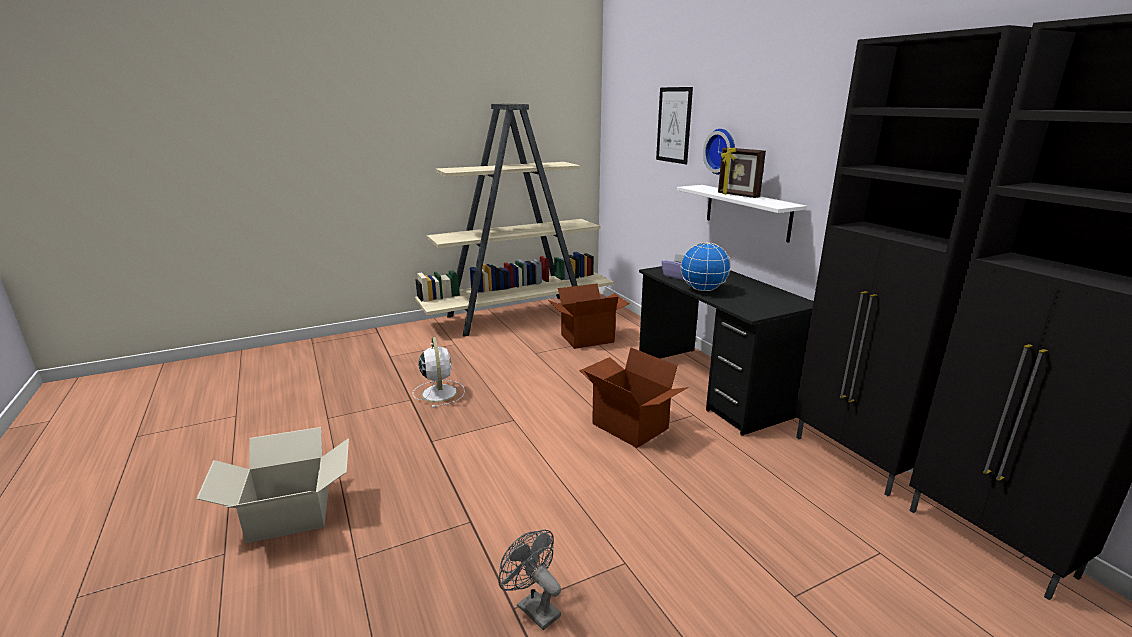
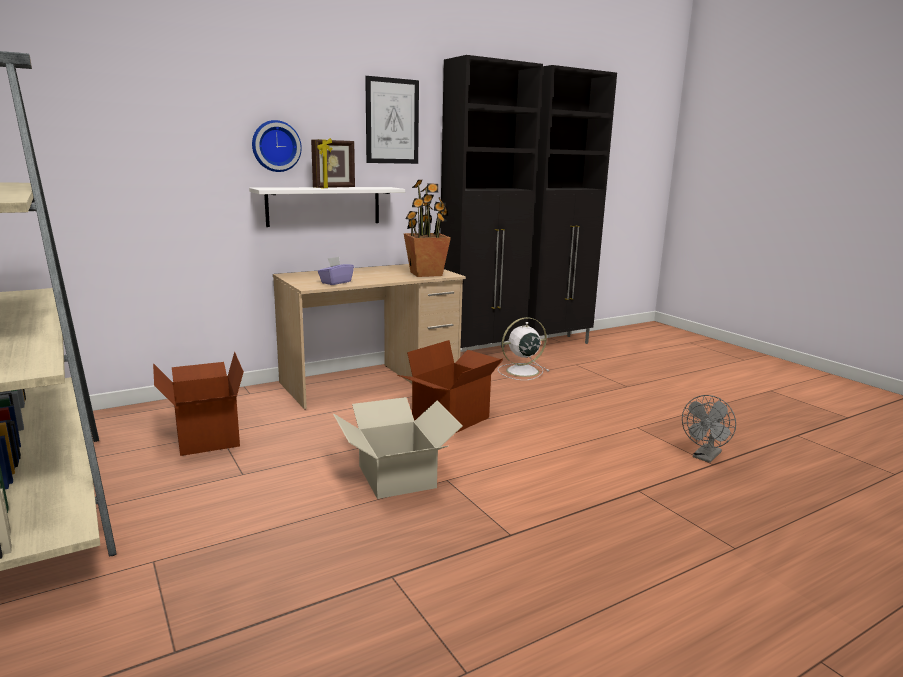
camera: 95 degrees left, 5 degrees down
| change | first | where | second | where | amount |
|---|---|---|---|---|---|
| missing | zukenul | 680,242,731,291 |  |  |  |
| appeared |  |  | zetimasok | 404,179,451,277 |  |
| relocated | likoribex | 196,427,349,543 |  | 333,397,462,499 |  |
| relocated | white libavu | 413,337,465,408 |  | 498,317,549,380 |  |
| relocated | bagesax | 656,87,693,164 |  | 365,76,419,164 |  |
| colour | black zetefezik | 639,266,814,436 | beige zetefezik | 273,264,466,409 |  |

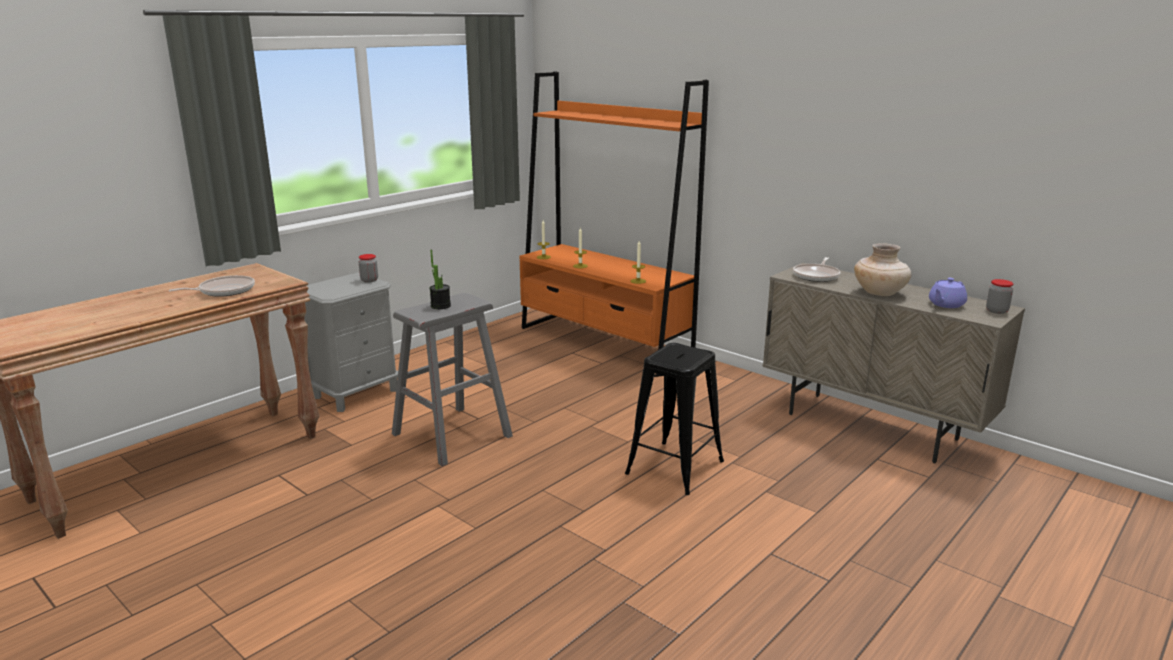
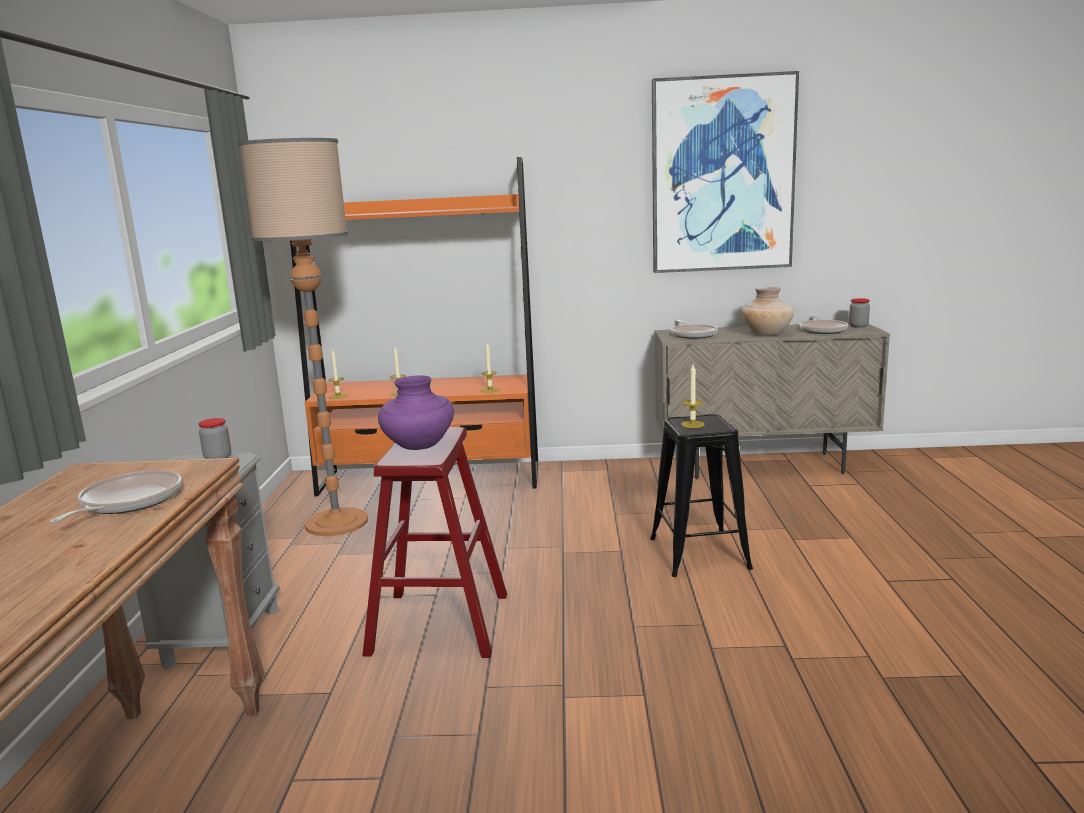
camera: 40 degrees left, 5 degrees down
| change | first | where | second | where | amount |
|---|---|---|---|---|---|
| appeared |  |  | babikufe | 238,138,368,536 |  |
| appeared |  |  | bagesax | 652,71,799,273 |  |
| appeared |  |  | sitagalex | 681,365,705,428 |  |
| exchanged | zetimasok | 429,250,451,309 | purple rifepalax | 378,375,454,450 |  |
| exchanged | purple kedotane | 929,278,967,308 | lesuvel | 799,314,848,334 |  |
| colour | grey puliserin | 392,293,513,466 | red puliserin | 362,427,507,658 |  |

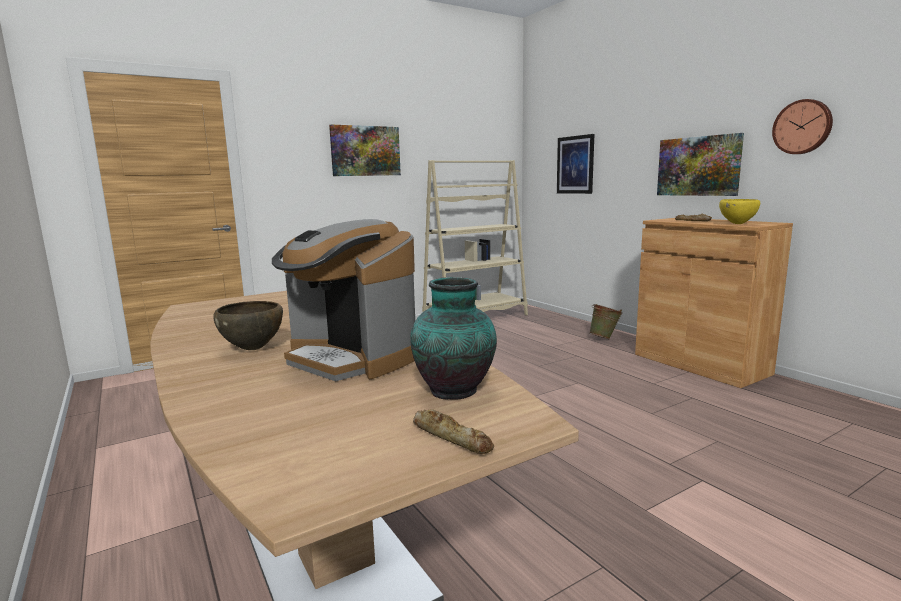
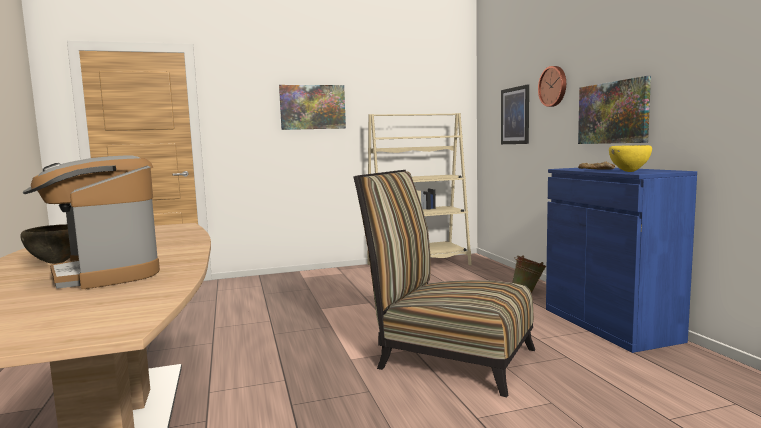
camera: 15 degrees right, 5 degrees down
| change | first | where | second | where | amount |
|---|---|---|---|---|---|
| missing | rifepalax | 411,277,497,400 |  |  |  |
| missing | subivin | 413,409,494,454 |  |  |  |
| appeared |  |  | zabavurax | 353,170,535,397 |  |
| relocated | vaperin | 772,99,833,154 |  | 538,66,566,107 |  |
| colour | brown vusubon | 635,218,793,388 | blue vusubon | 546,168,697,353 |  |

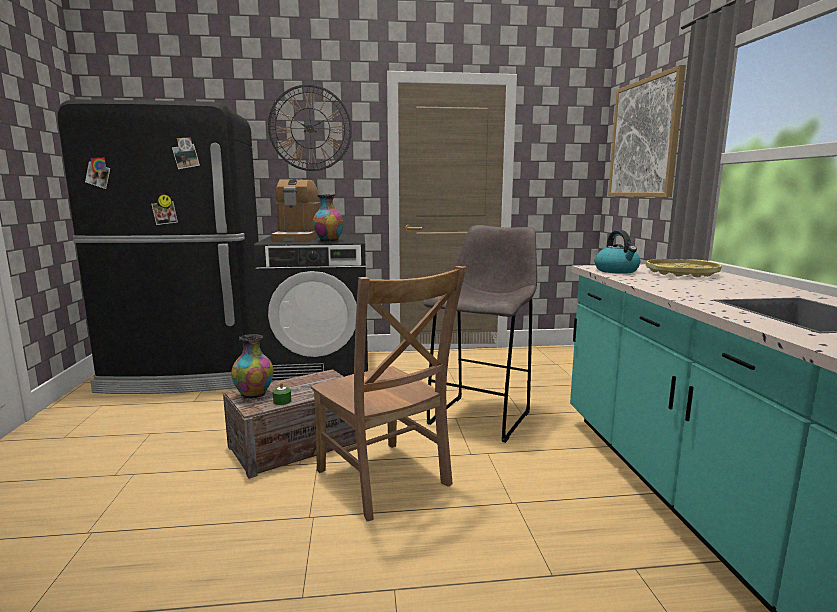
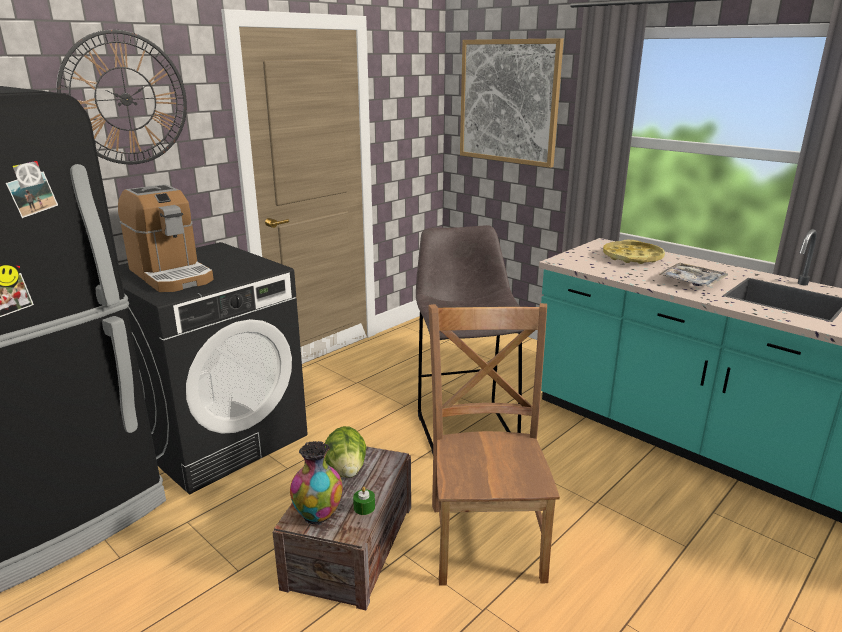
camera: 40 degrees left, 10 degrees up
| change | first | where | second | where | amount |
|---|---|---|---|---|---|
| missing | rifepalax | 313,194,344,242 |  |  |  |
| missing | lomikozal | 594,230,640,274 |  |  |  |
| appeared |  |  | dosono | 325,426,366,478 |  |
| appeared |  |  | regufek | 659,262,728,287 |  |
| spun | brown zabavurax | 311,266,467,521 |  | 428,303,560,586 | 105 degrees counterclockwise |

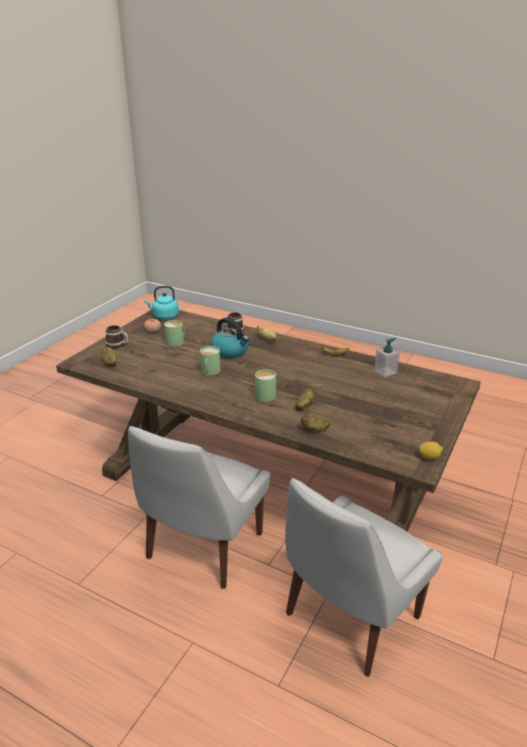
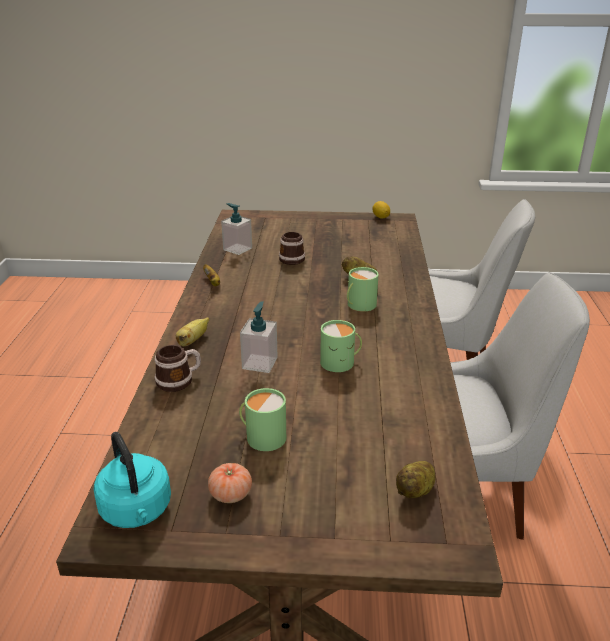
camera: 115 degrees left, 0 degrees up
| change | first | where | second | where | amount |
|---|---|---|---|---|---|
| missing | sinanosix | 301,413,330,432 |  |  |  |
| relocated | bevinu | 105,325,129,348 |  | 279,232,305,265 |  |
| exchanged | lomikozal | 211,317,249,358 | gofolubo | 240,301,278,373 |  |

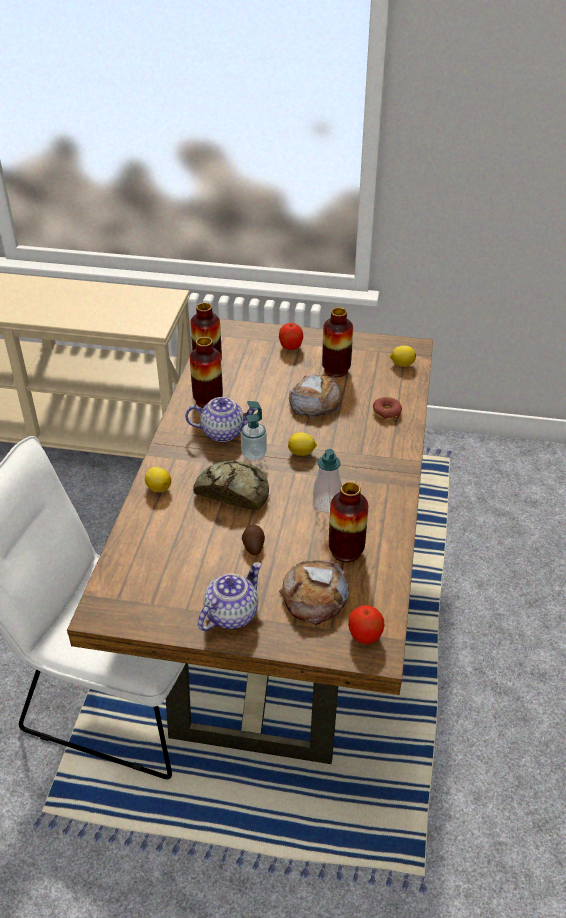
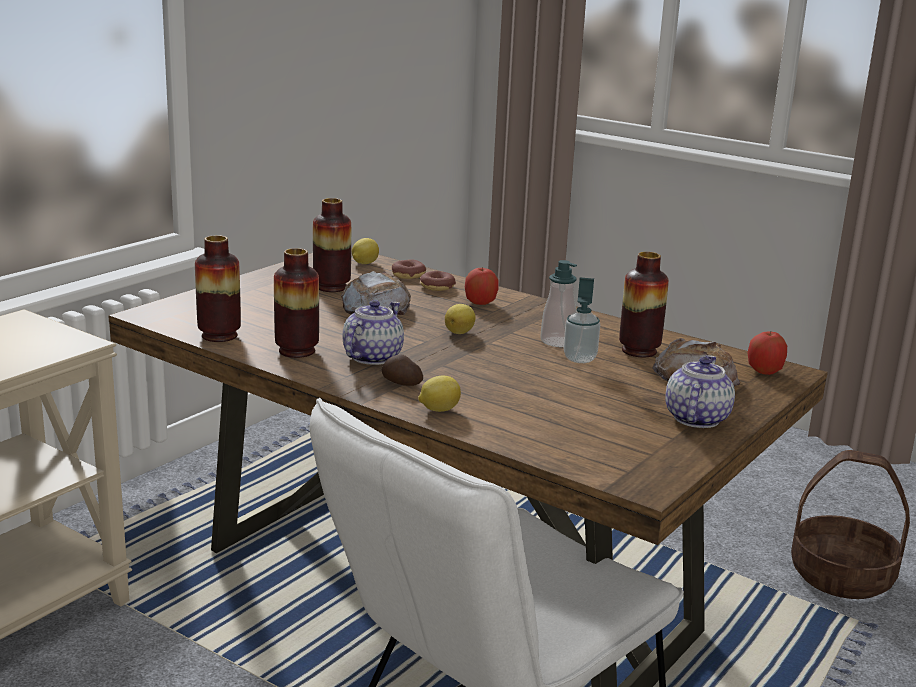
camera: 65 degrees left, 20 degrees down
| change | first | where | second | where | amount |
|---|---|---|---|---|---|
| missing | subivin | 193,460,269,511 |  |  |  |
| appeared |  |  | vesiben | 392,259,426,279 |  |
| appeared |  |  | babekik | 791,450,910,599 |  |
| relocated | gofolubo | 241,401,267,460 |  | 564,277,600,363 |  |
| relocated | sinanosix | 242,525,265,555 |  | 382,355,423,386 |  |
| relocated | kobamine | 279,323,303,350 |  | 465,268,499,305 |  |
| spun | kedotane | 198,562,262,631 |  | 666,355,735,428 | 45 degrees clockwise |

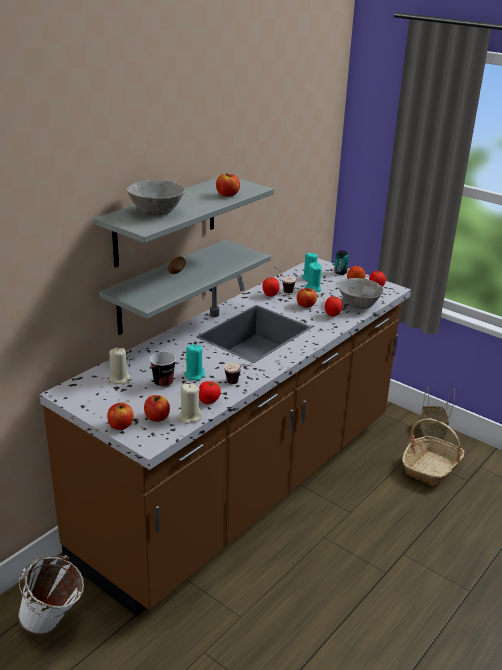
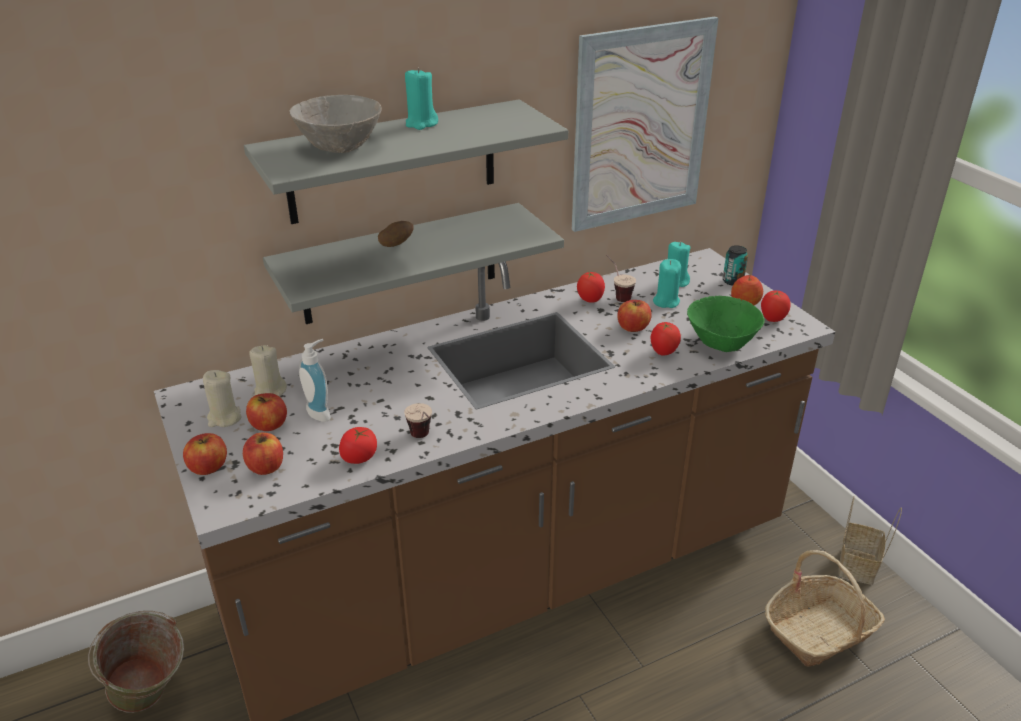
camera: 25 degrees right, 5 degrees up
| change | first | where | second | where | amount |
|---|---|---|---|---|---|
| appeared |  |  | bagesax | 572,17,719,232 |  |
| relocated | beige sitagalex | 178,384,202,424 |  | 203,370,241,427 |  |
| relocated | turquoise sitagalex | 184,344,205,381 |  | 405,68,438,130 |  |
| relocated | kobamine | 216,173,240,197 |  | 246,393,287,431 |  |
| exchanged | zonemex | 150,352,176,388 | gofolubo | 299,339,331,422 |  |
| colour | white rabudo | 18,555,84,635 | green rabudo | 88,611,184,713 |  |
| colour | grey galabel | 338,278,383,309 | green galabel | 687,296,765,352 |  |

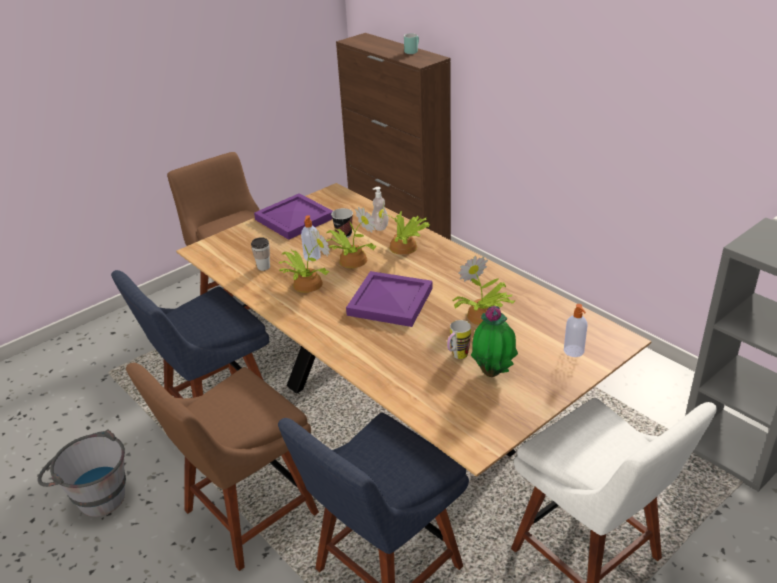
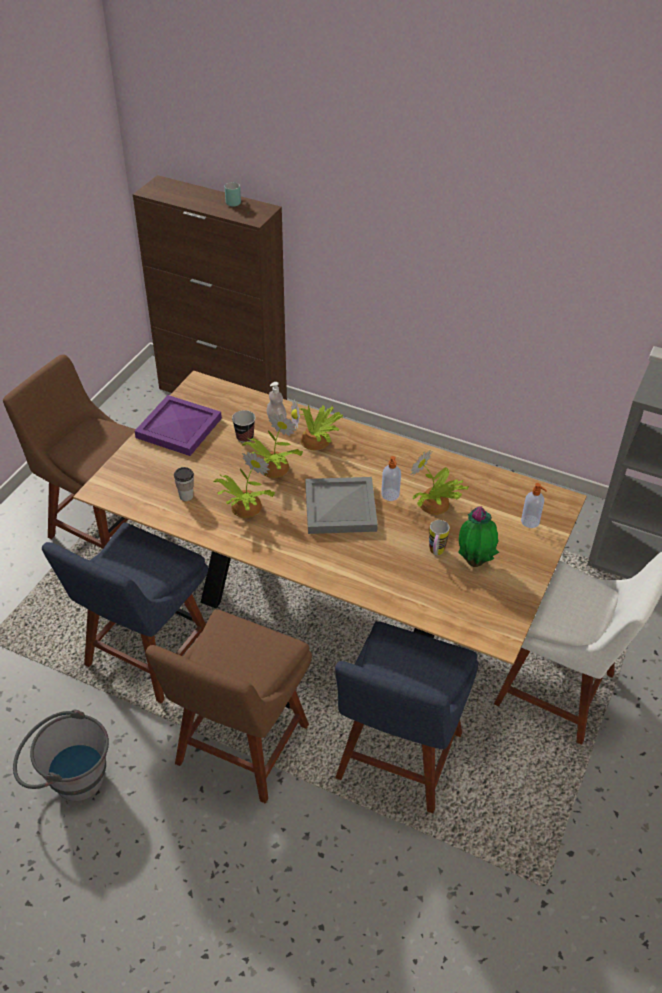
camera: 25 degrees left, 10 degrees up
| change | first | where | second | where | amount |
|---|---|---|---|---|---|
| relocated | gofolubo | 301,215,321,261 |  | 381,456,401,501 |  |
| colour | purple regufek | 346,271,432,327 | grey regufek | 305,477,378,534 |  |

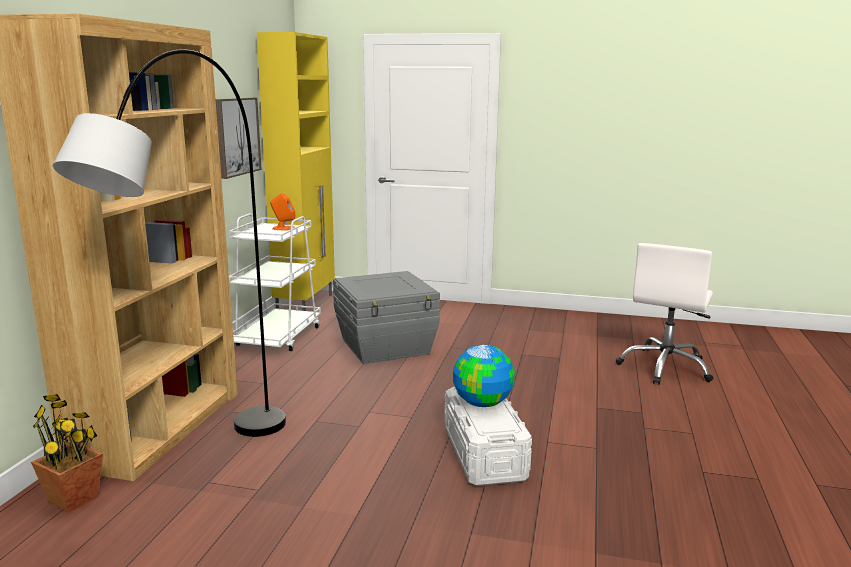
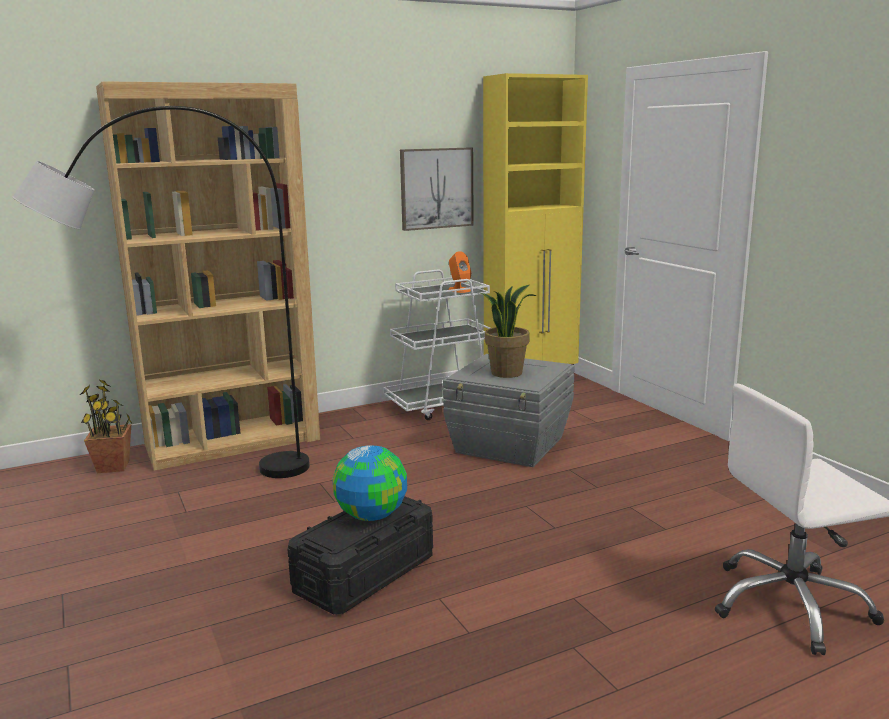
camera: 50 degrees right, 0 degrees up
| change | first | where | second | where | amount |
|---|---|---|---|---|---|
| appeared |  |  | zetimasok | 480,285,536,378 |  |
| colour | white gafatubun | 444,387,532,486 | black gafatubun | 288,496,433,614 |  |

